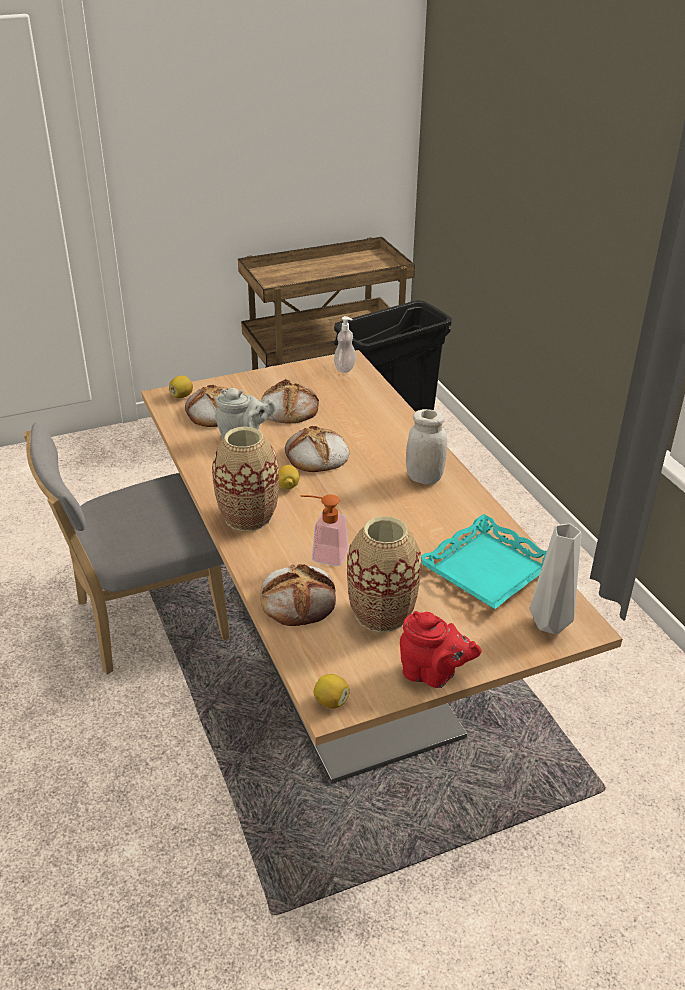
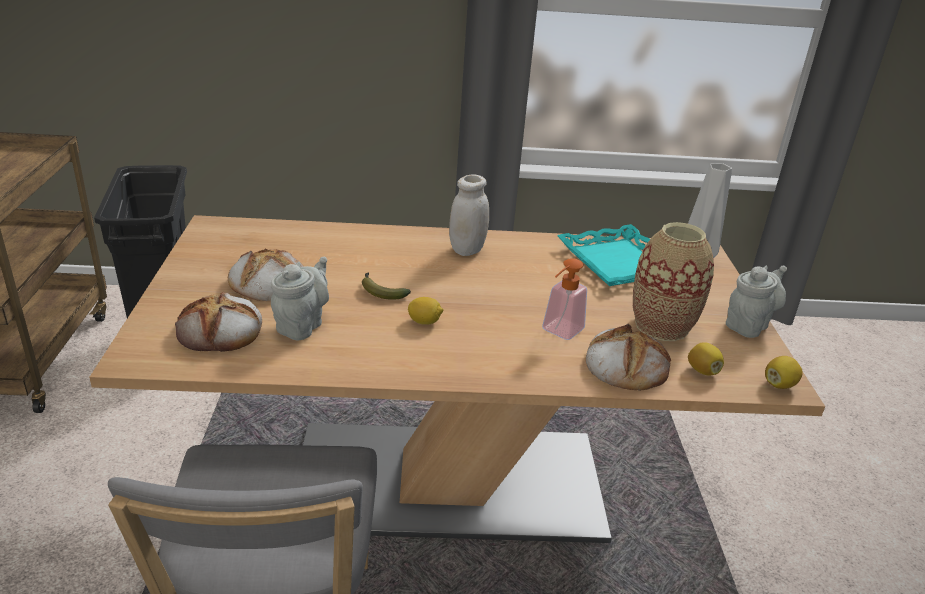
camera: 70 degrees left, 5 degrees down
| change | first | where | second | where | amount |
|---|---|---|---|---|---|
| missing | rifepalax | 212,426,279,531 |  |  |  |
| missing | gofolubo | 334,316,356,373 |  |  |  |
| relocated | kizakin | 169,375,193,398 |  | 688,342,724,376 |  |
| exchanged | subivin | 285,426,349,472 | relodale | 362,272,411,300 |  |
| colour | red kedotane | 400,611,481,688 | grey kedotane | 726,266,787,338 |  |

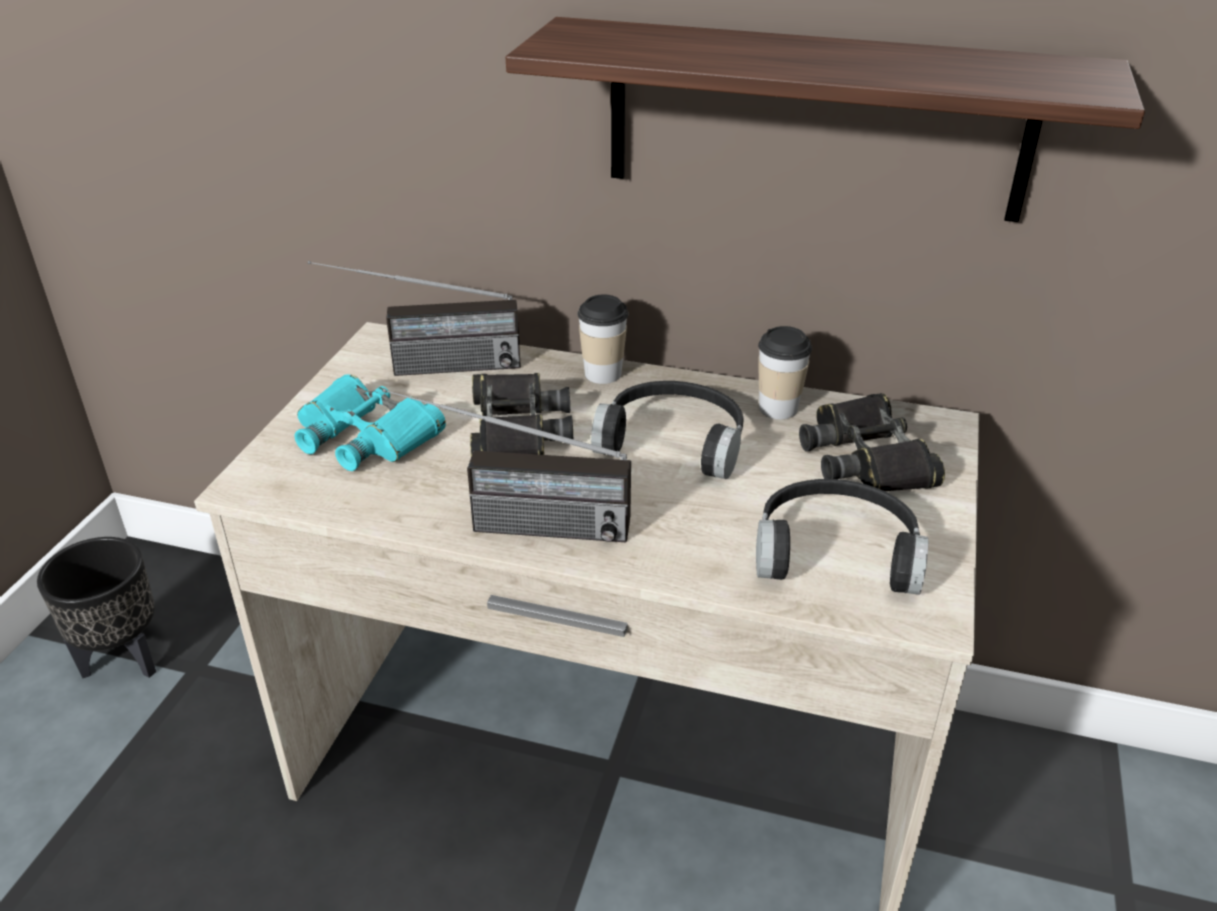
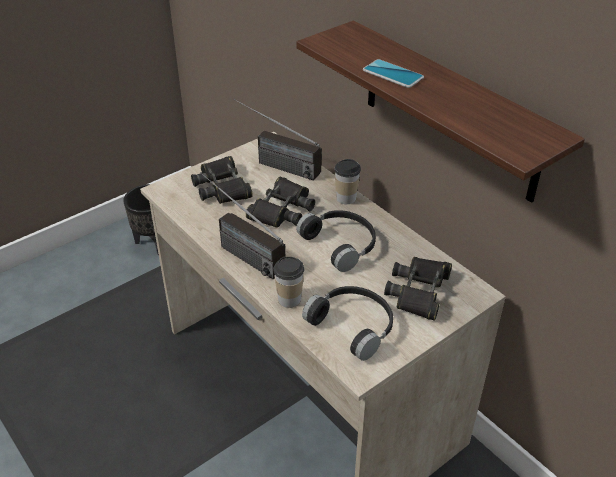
camera: 35 degrees right, 5 degrees up
| change | first | where | second | where | amount |
|---|---|---|---|---|---|
| appeared |  |  | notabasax | 363,59,424,88 |  |
| relocated | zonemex | 758,326,812,419 |  | 273,257,304,308 |  |
| colour | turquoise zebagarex | 294,374,446,471 | black zebagarex | 191,156,253,204 |  |

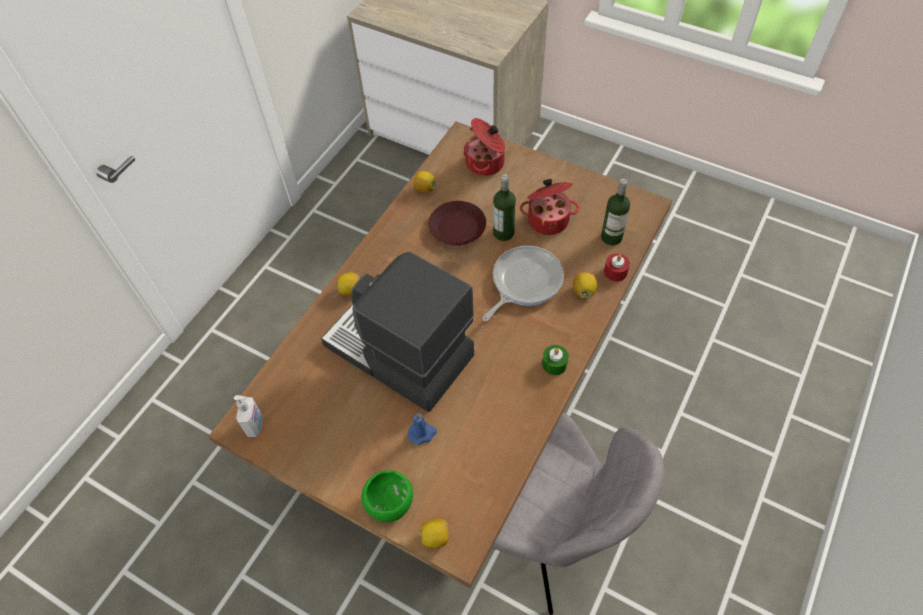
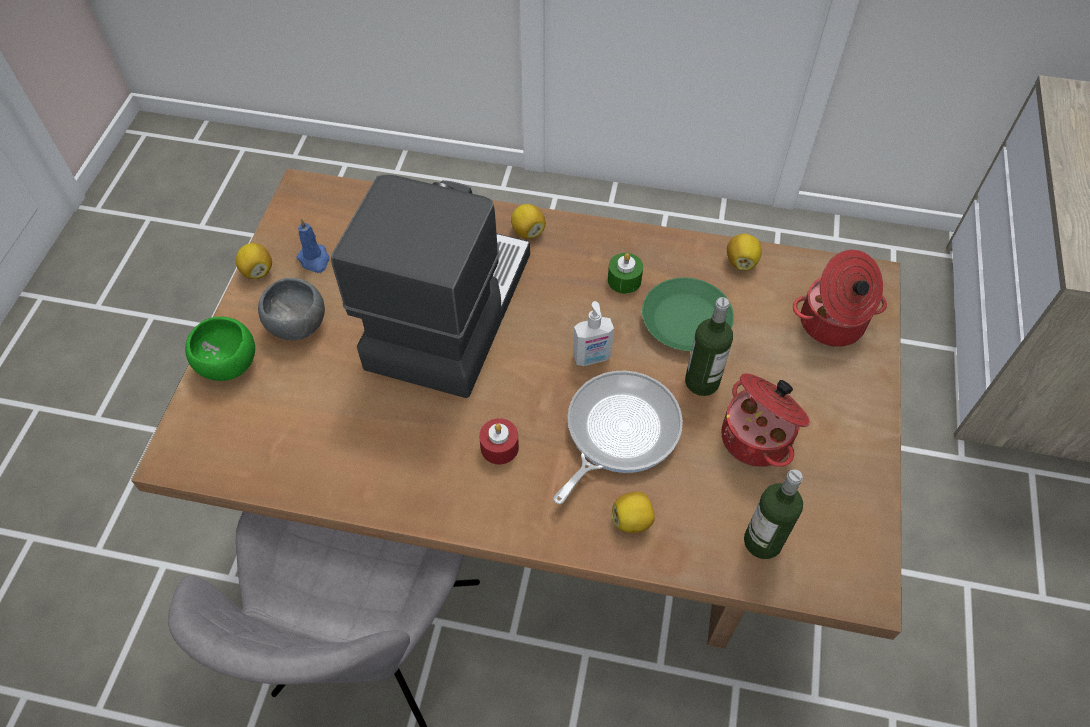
camera: 70 degrees right, 0 degrees up
| change | first | where | second | where | amount |
|---|---|---|---|---|---|
| appeared |  |  | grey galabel | 258,278,325,340 |  |
| relocated | gofolubo | 234,395,263,437 |  | 573,301,614,366 |  |
| relocated | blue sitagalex | 408,413,437,445 |  | 296,218,329,273 |  |
| relocated | kizakin | 420,518,448,548 |  | 236,243,272,279 |  |
| relocated | green sitagalex | 542,345,569,375 |  | 608,253,643,294 |  |
| relocated | red sitagalex | 604,253,630,281 |  | 479,418,519,465 |  |
| colour | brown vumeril | 429,201,486,246 | green vumeril | 642,277,734,351 |  |
| spun | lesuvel | 482,246,564,321 |  | 553,371,683,504 | 75 degrees counterclockwise |

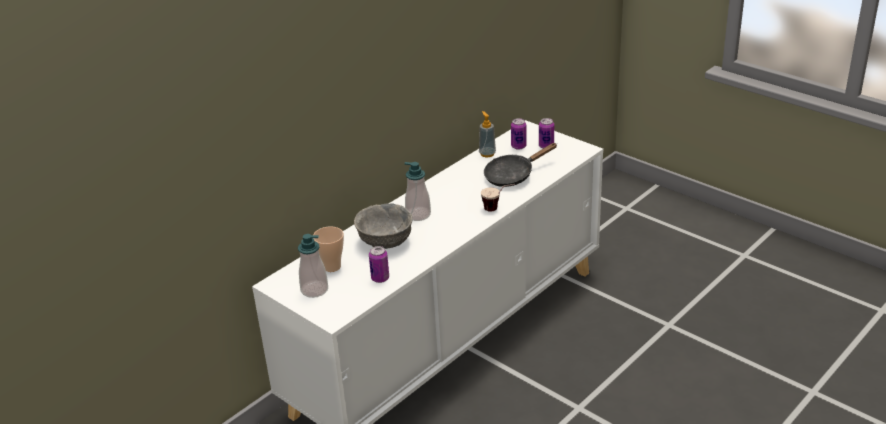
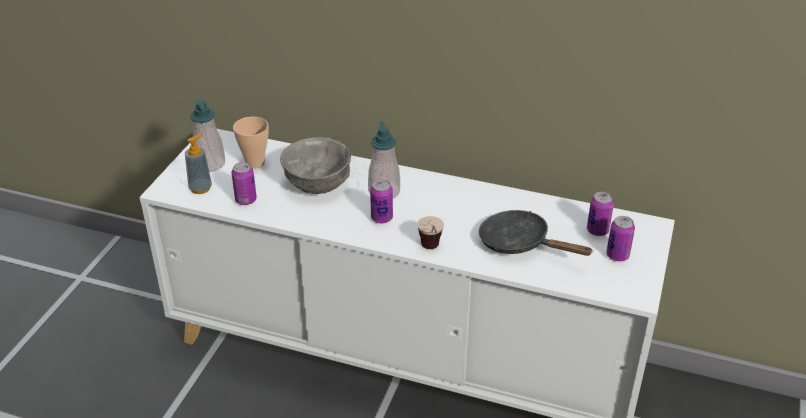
camera: 65 degrees right, 5 degrees up
| change | first | where | second | where | amount |
|---|---|---|---|---|---|
| appeared |  |  | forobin | 370,180,393,223 |  |
| relocated | gofolubo | 479,111,496,157 |  | 185,133,212,194 |  |

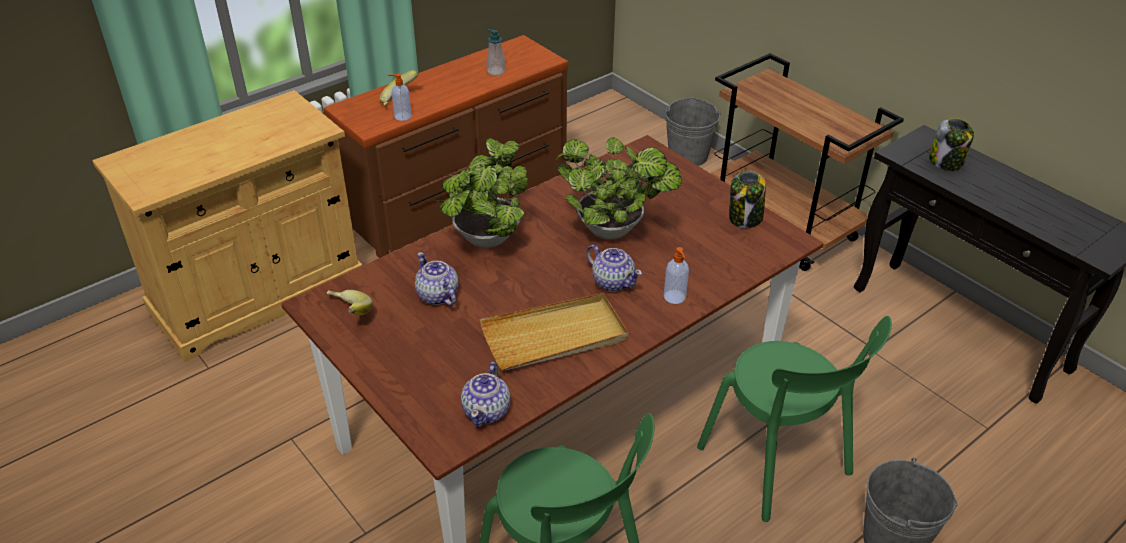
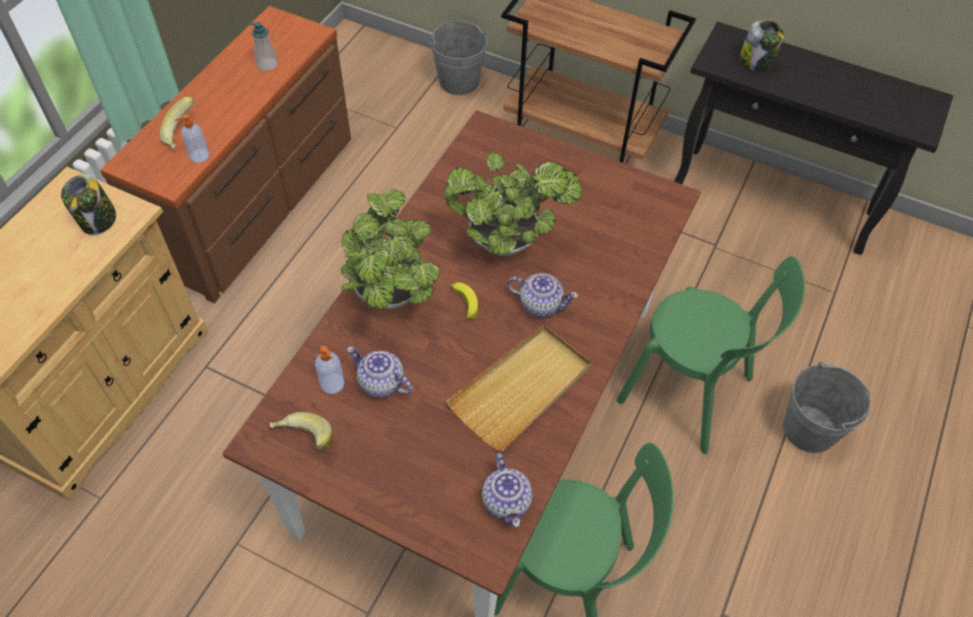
camera: 25 degrees left, 15 degrees up
| change | first | where | second | where | amount |
|---|---|---|---|---|---|
| appeared |  |  | relodale | 451,282,478,320 |  |
| relocated | gofolubo | 664,247,689,304 |  | 315,346,344,394 |  |
| relocated | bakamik | 729,171,766,228 |  | 61,174,116,235 |  |

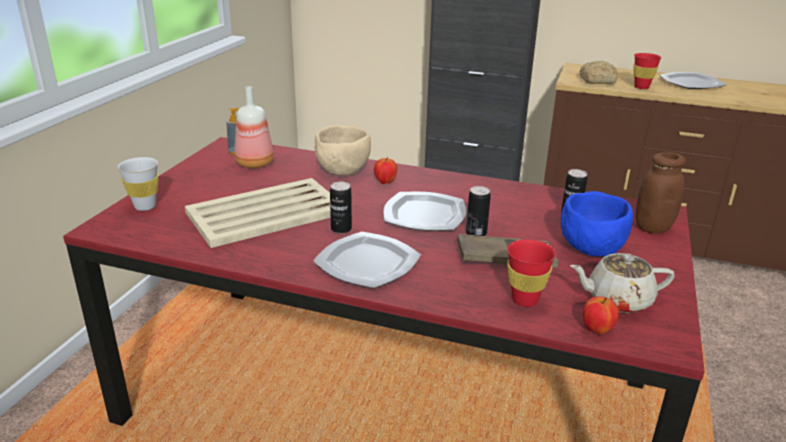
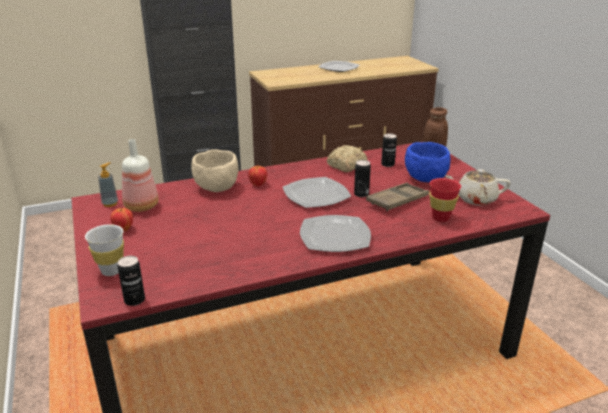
camera: 40 degrees left, 0 degrees up
| change | first | where | second | where | amount |
|---|---|---|---|---|---|
| missing | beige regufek | 185,178,331,248 |  |  |  |
| missing | red zonemex | 634,53,662,89 |  |  |  |
| relocated | forobin | 330,181,352,234 |  | 118,256,145,306 |  |
| relocated | subivin | 580,61,618,84 |  | 327,145,368,172 |  |
| relocated | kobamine | 583,296,619,334 |  | 110,207,133,231 |  |
| spun | beige kedotane | 570,253,675,313 |  | 445,169,511,206 | 45 degrees clockwise |

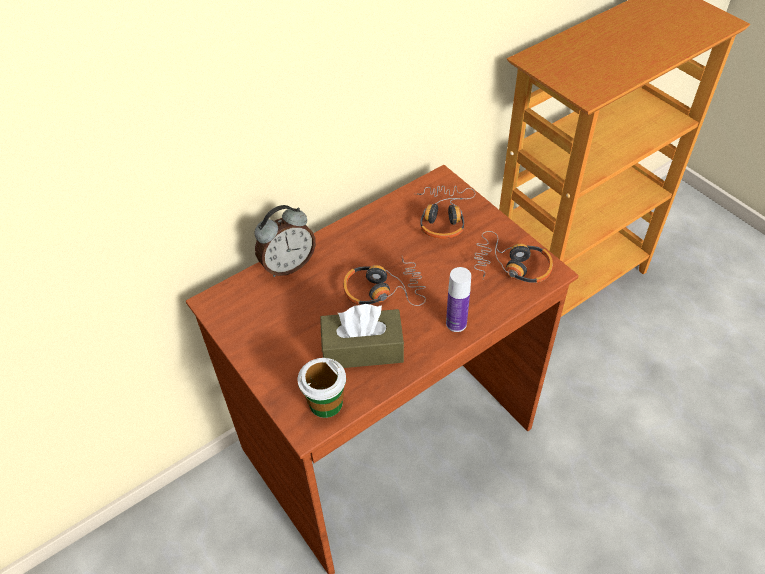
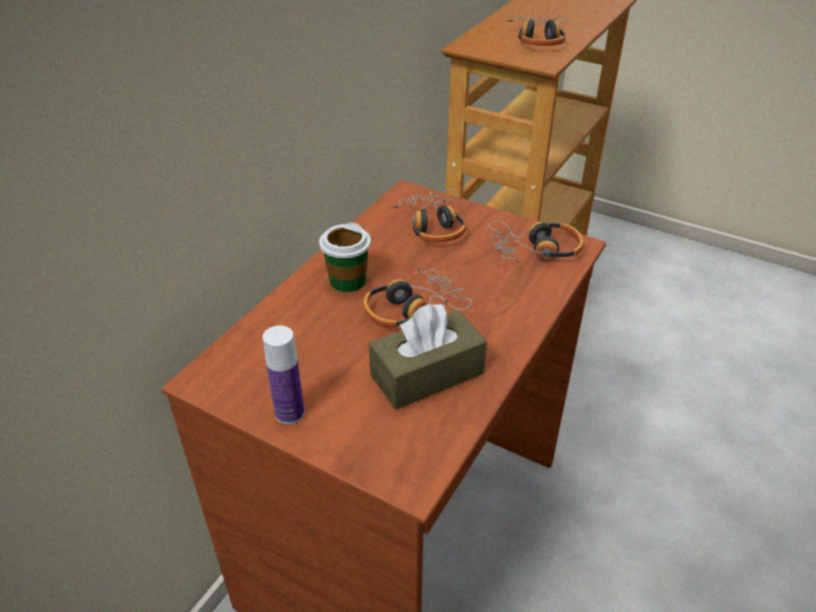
camera: 25 degrees left, 10 degrees down
| change | first | where | second | where | amount |
|---|---|---|---|---|---|
| missing | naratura | 255,205,316,277 |  |  |  |
| appeared |  |  | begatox | 505,15,569,46 |  |
| relocated | zonemex | 298,358,346,418 |  | 319,223,371,292 |  |
| relocated | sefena | 446,267,471,332 |  | 262,325,305,424 |  |

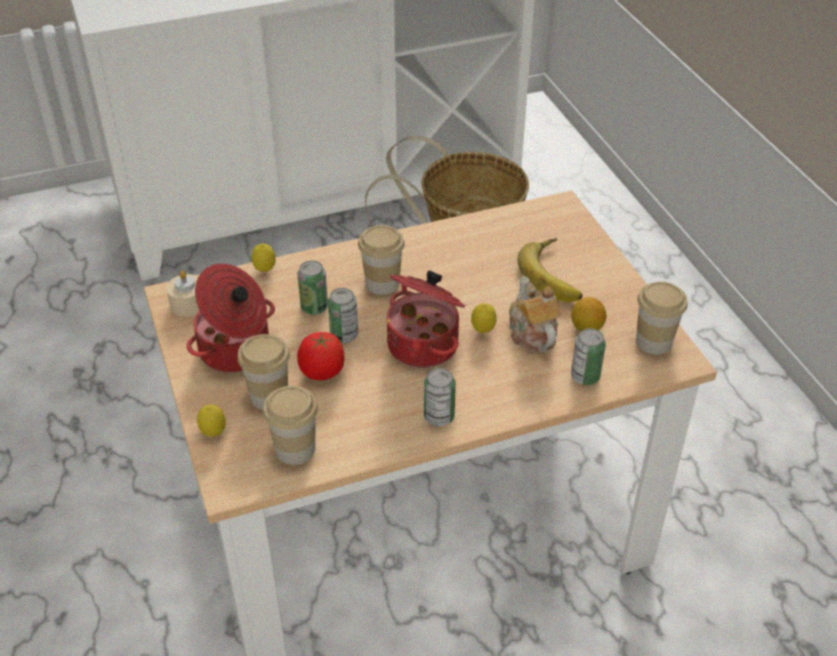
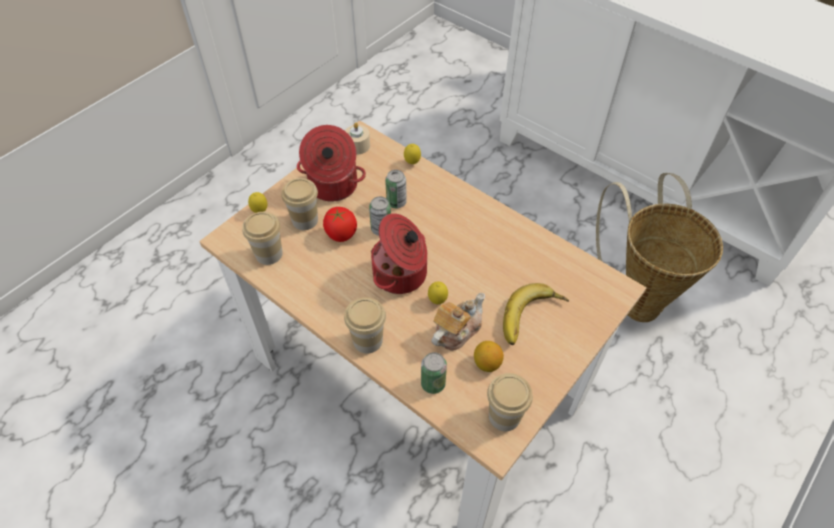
camera: 60 degrees right, 10 degrees up
| change | first | where | second | where | amount |
|---|---|---|---|---|---|
| missing | forobin | 424,368,456,426 |  |  |  |
| relocated | zonemex | 358,225,405,295 |  | 344,297,386,353 |  |

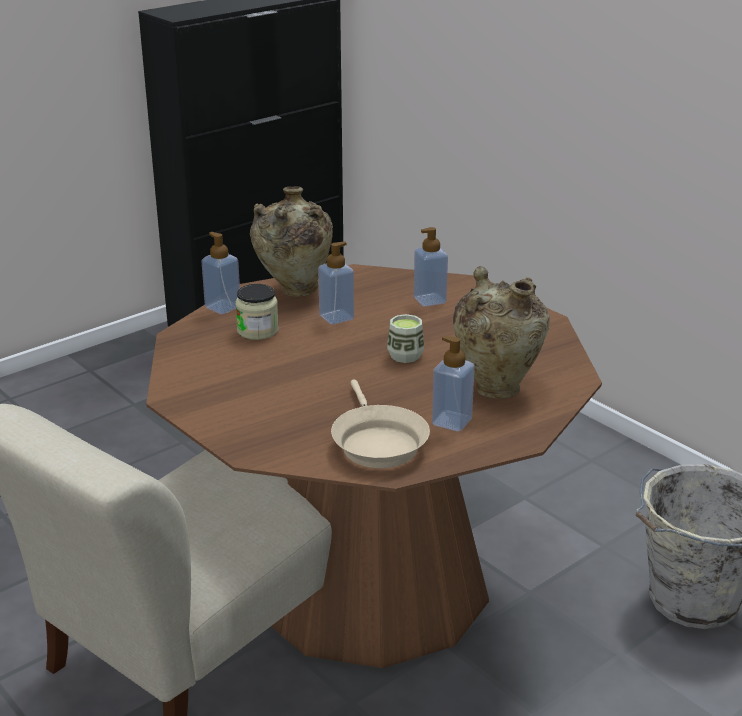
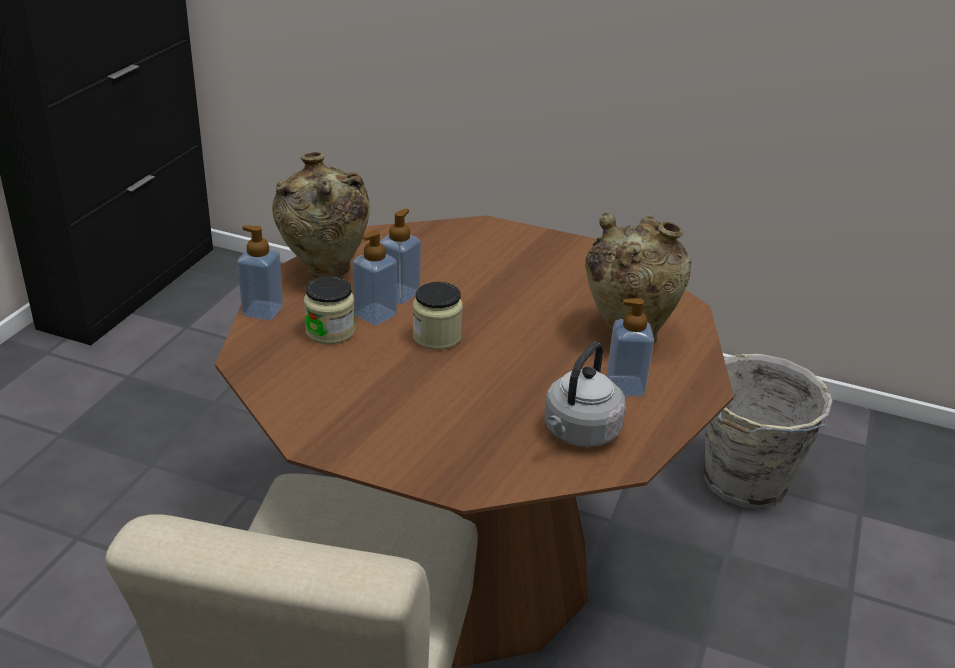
camera: 30 degrees left, 5 degrees up
| change | first | where | second | where | amount |
|---|---|---|---|---|---|
| missing | zonemex | 387,314,424,363 |  |  |  |
| appeared |  |  | bakamik | 413,282,463,350 |  |
| relocated | gofolubo | 414,227,448,307 |  | 352,230,397,326 |  |
| exchanged | beige lesuvel | 331,380,430,468 | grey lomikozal | 544,342,626,447 |  |

